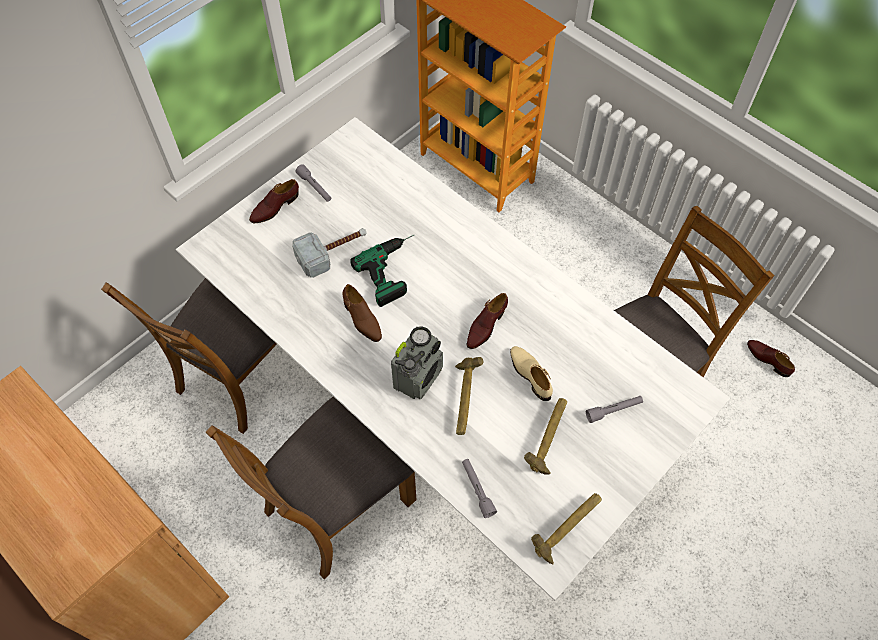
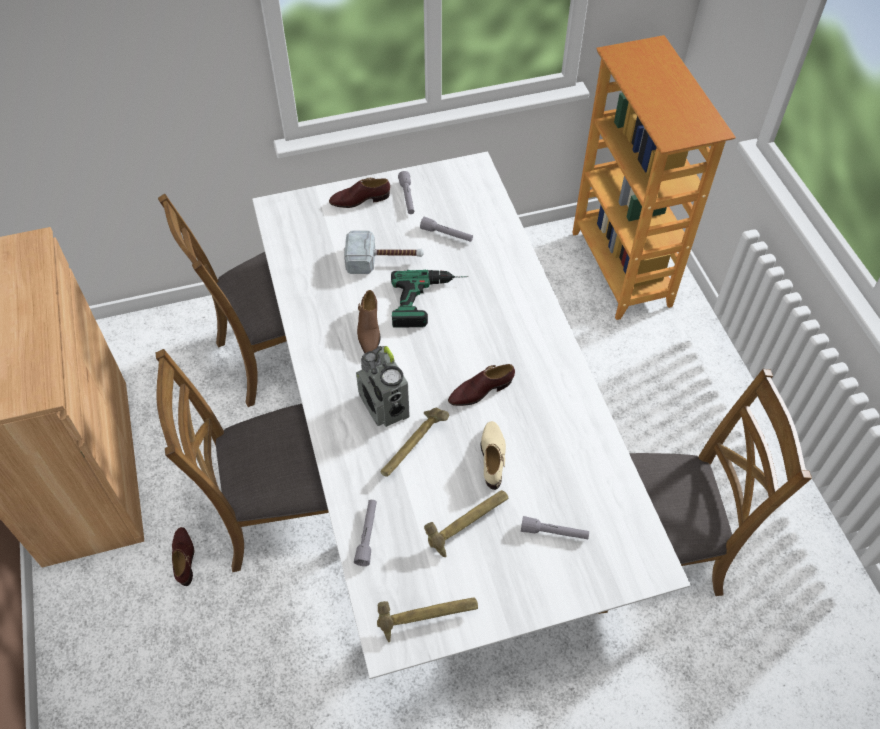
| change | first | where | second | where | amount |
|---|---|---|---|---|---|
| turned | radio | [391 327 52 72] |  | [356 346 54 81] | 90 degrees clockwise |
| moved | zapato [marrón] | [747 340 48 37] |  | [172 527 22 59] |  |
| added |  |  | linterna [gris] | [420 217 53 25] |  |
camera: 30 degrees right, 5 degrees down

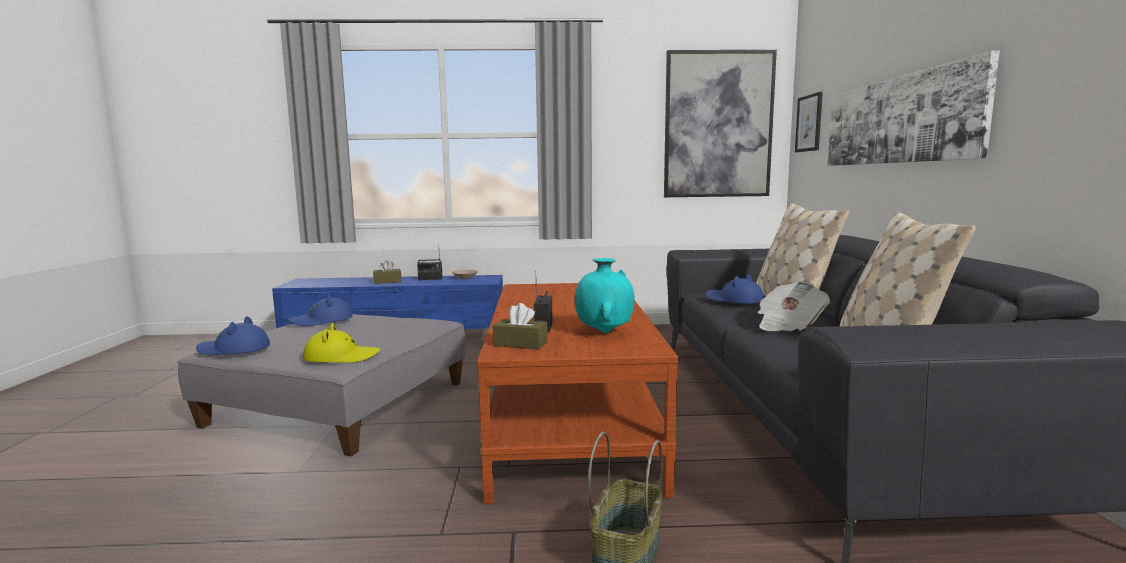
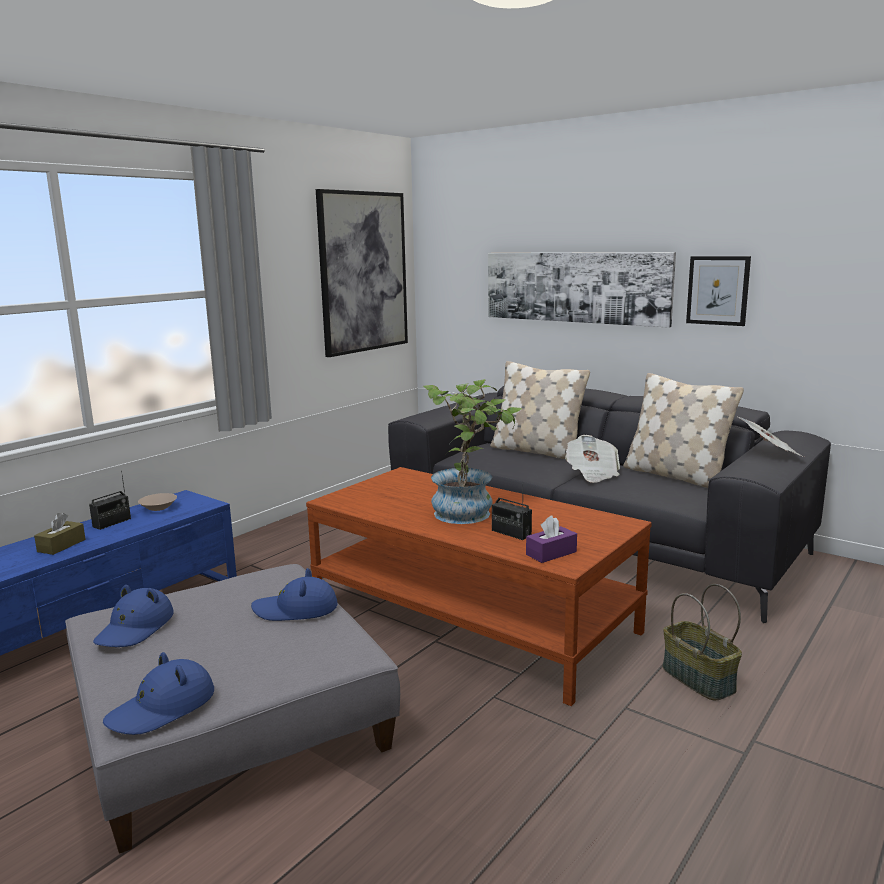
| change | first | where | second | where | amount |
|---|---|---|---|---|---|
| removed | sombrero [amarillo] | [303 323 77 40] |  |  |  |
| recoloured | caja de pañuelos [marrón] | [493 303 55 47] | caja de pañuelos [morado] | [526 515 51 48] |  |
| removed | florero [turquesa] | [575 258 60 75] |  |  |  |
| moved | sombrero [azul] | [706 274 58 30] |  | [251 568 87 53] |  |
| moved | cuadro | [795 92 28 60] |  | [686 256 65 70] |  |
| added |  |  | planta en maceta | [423 379 99 145] |  |
| added |  |  | periódico | [736 416 68 41] |  |
camera: 50 degrees left, 5 degrees up

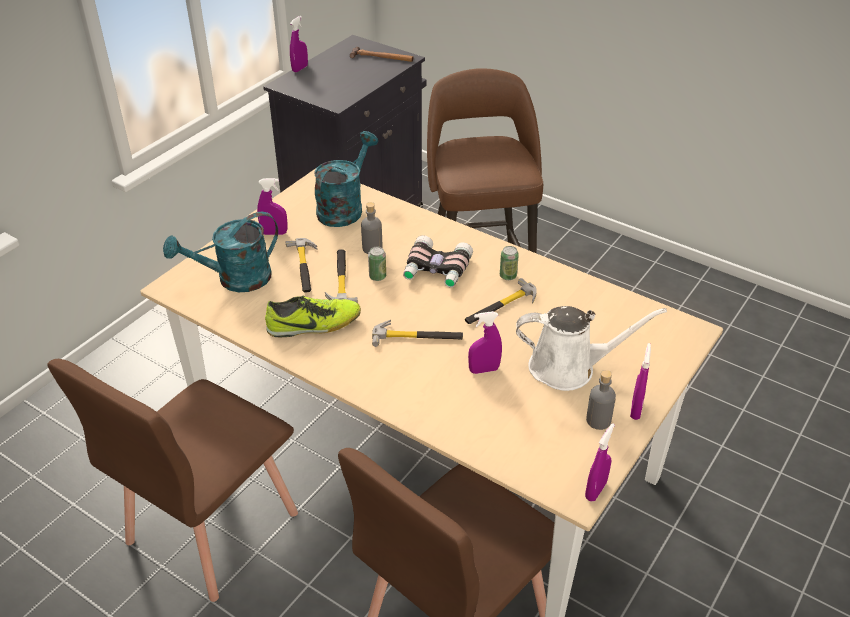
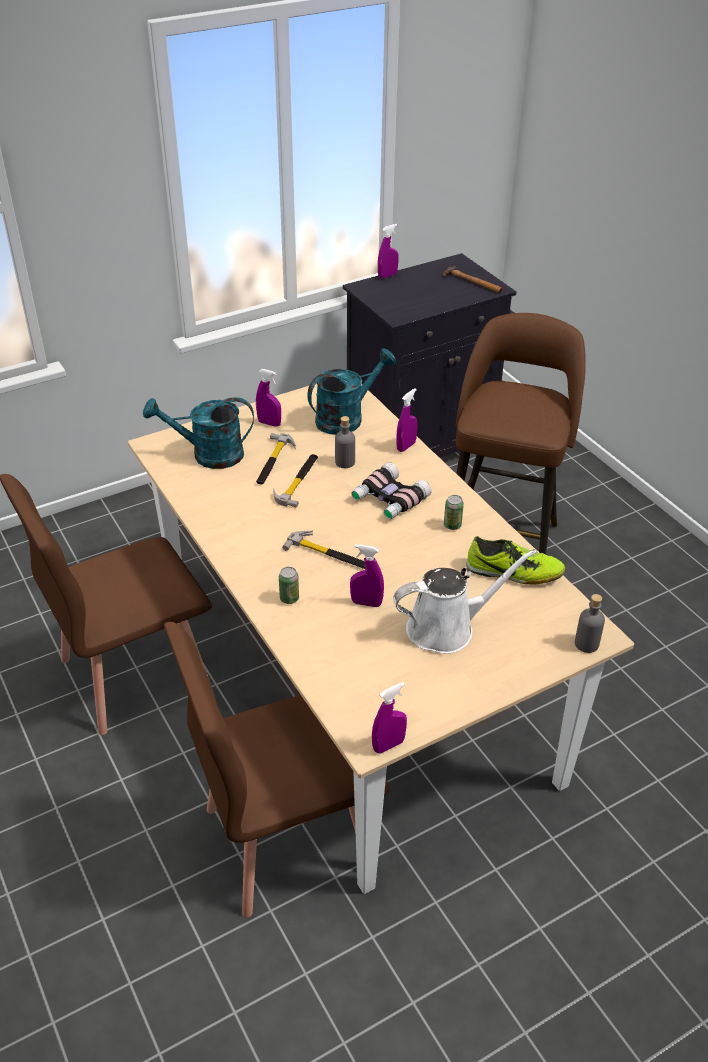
| change | first | where | second | where | amount |
|---|---|---|---|---|---|
| moved | zapato | [265 296 96 41] |  | [467 536 98 48] |  |
| moved | lata | [368 247 18 34] |  | [279 567 20 37] |  |
| removed | martillo | [465 278 72 46] |  |  |  |
| turned | regadera [blanco] | [516 306 151 85] |  | [393 549 144 105] | 45 degrees counterclockwise |
| moved | botella [gris] | [586 370 30 60] |  | [575 594 30 59] |  |
| moved | pulverizador [morado] | [630 343 21 77] |  | [396 388 22 64] |  |
camera: 25 degrees right, 0 degrees up

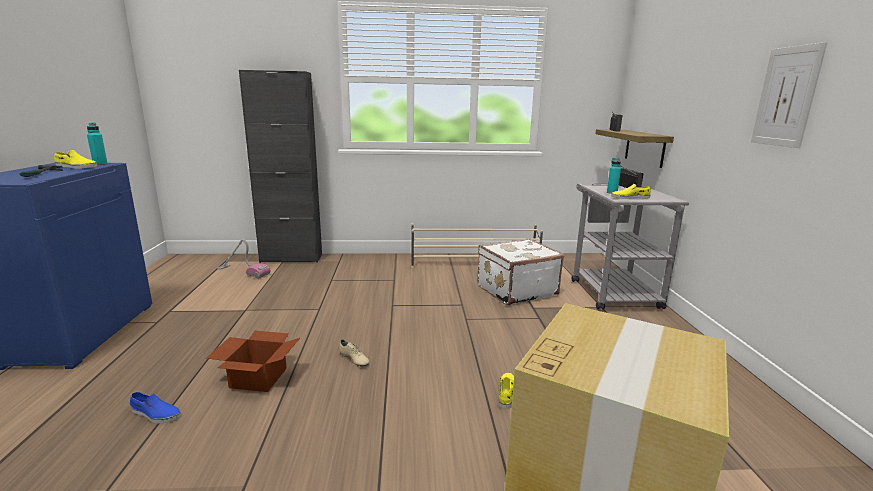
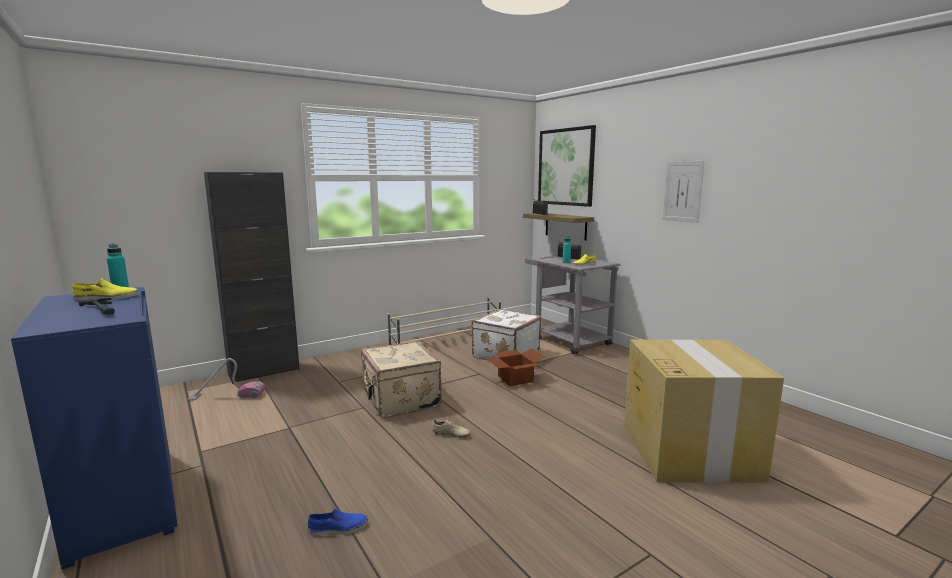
| change | first | where | second | where | amount |
|---|---|---|---|---|---|
| moved | caja de cartón | [206 331 94 61] |  | [487 348 58 38] |  |
| removed | zapato [amarillo] | [499 373 15 36] |  |  |  |
| added |  |  | maleta [beis] | [361 341 81 77] |  |
| added |  |  | cuadro | [538 125 58 82] |  |
camera: 30 degrees left, 5 degrees down

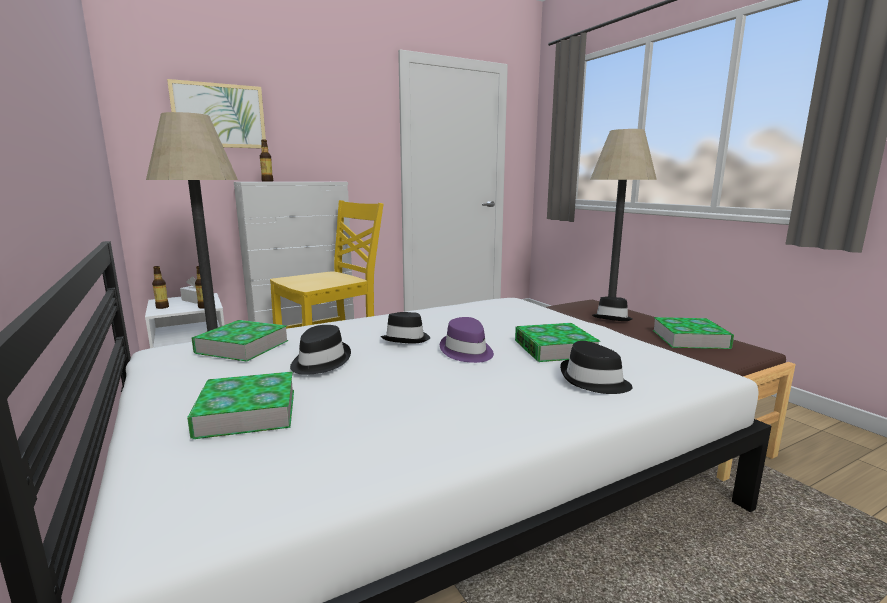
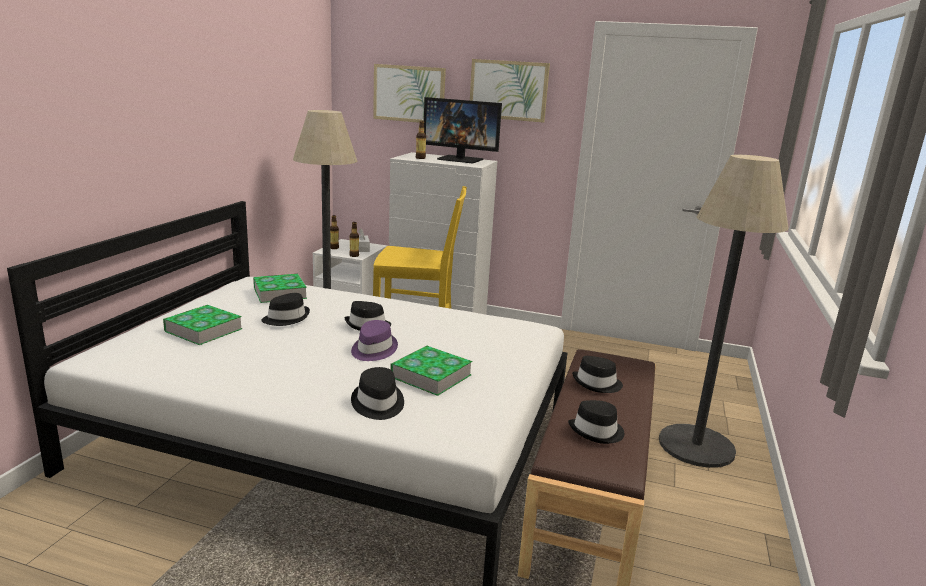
| change | first | where | second | where | amount |
|---|---|---|---|---|---|
| replaced | libro | [653 317 81 32] | sombrero [negro] | [568 400 57 44] |  |
| added |  |  | monitor | [424 97 78 66] |  |
| added |  |  | cuadro | [470 59 80 64] |  |
camera: 45 degrees right, 5 degrees up

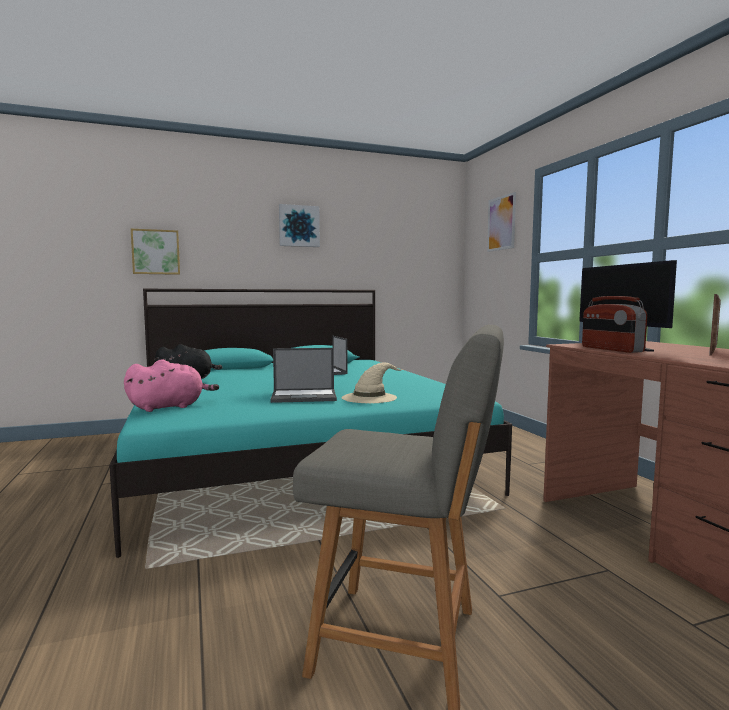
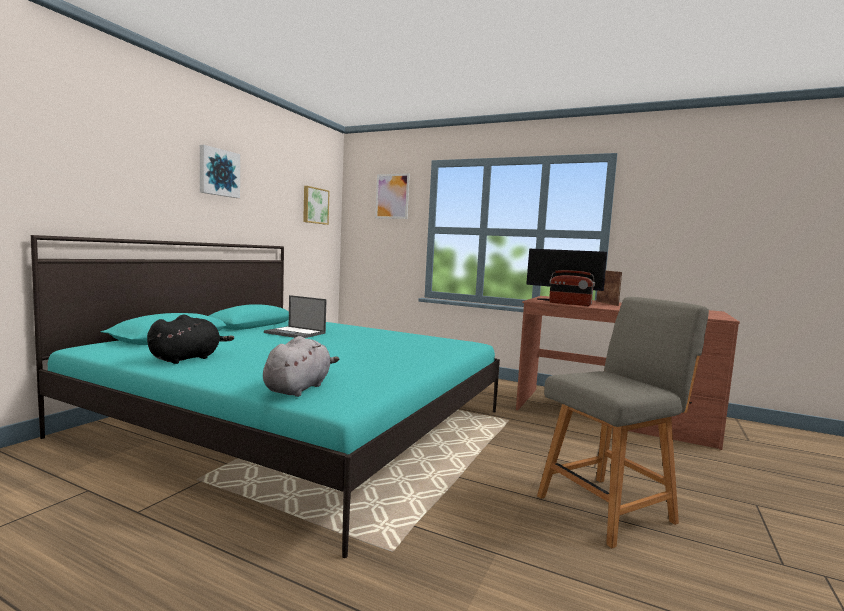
| change | first | where | second | where | amount |
|---|---|---|---|---|---|
| recoloured | peluche [rosa] | [124 360 95 52] | peluche [gris] | [263 336 76 61] |  |
| moved | cuadro | [131 229 49 46] |  | [303 186 27 39] |  |
| removed | portátil | [271 348 66 55] |  |  |  |
| removed | sombrero [beis] | [342 362 61 41] |  |  |  |
camera: 45 degrees left, 0 degrees up

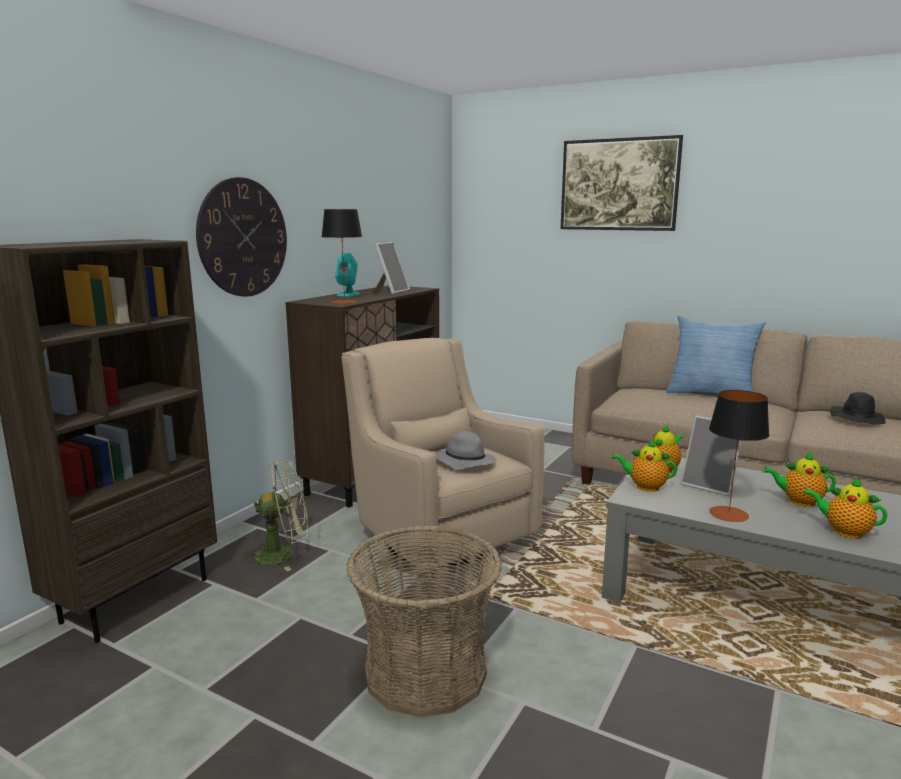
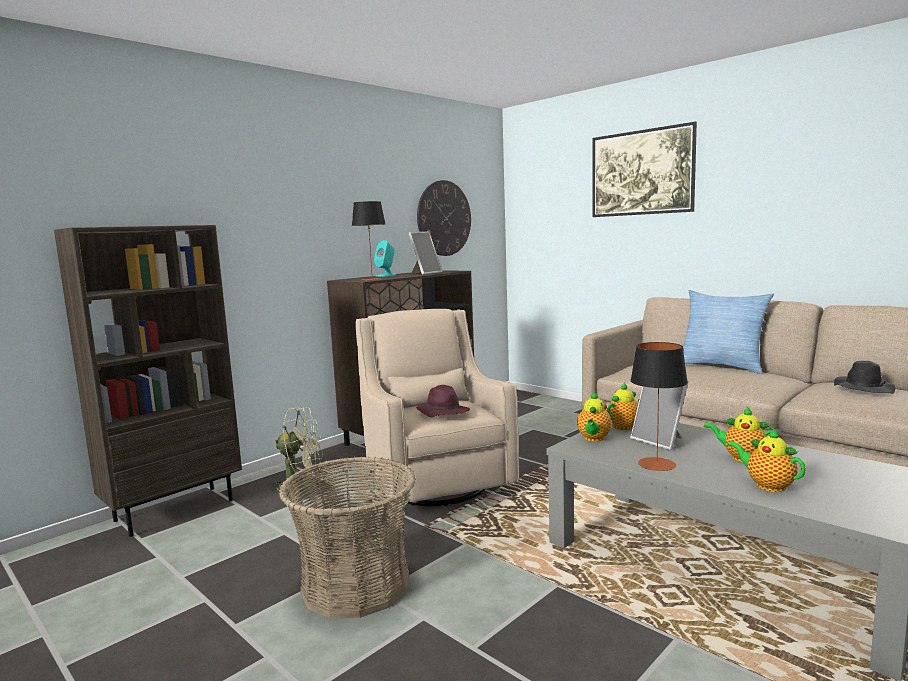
| change | first | where | second | where | amount |
|---|---|---|---|---|---|
| moved | reloj de pared | [196 177 91 120] |  | [417 180 54 76] |  |
| recoloured | sombrero [gris] | [436 431 61 39] | sombrero [morado] | [416 385 54 32] |  |
| turned | tetera | [612 439 65 53] |  | [577 392 35 50] | 105 degrees counterclockwise |
camera: 15 degrees right, 5 degrees down

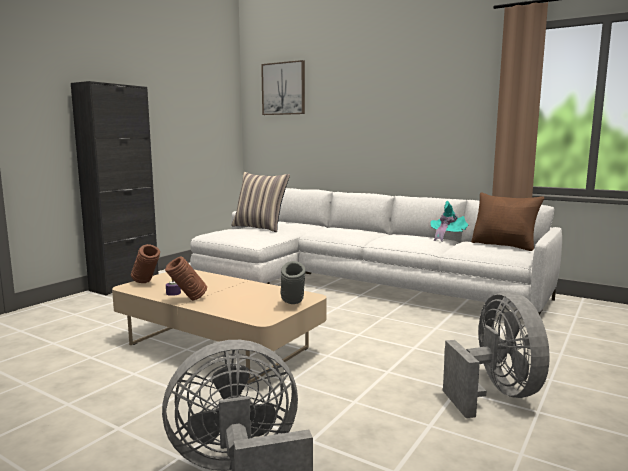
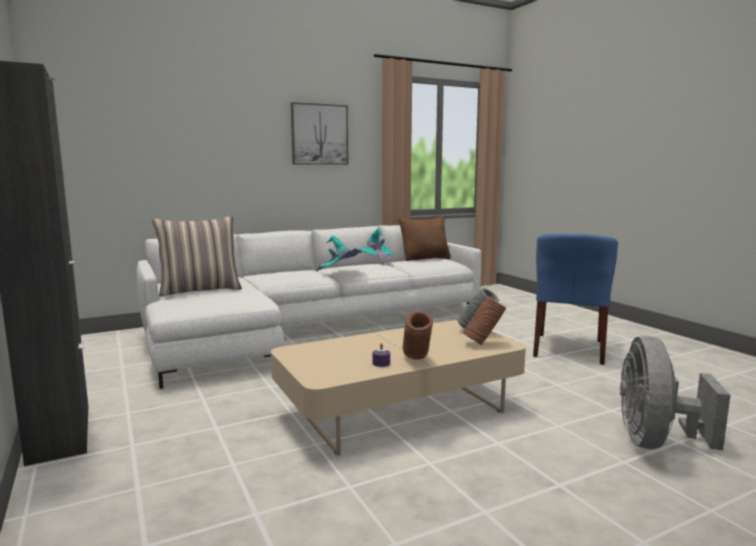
| change | first | where | second | where | amount |
|---|---|---|---|---|---|
| moved | florero [marrón] | [131 244 29 39] |  | [463 296 43 49] |  |
| moved | cuadro | [261 60 44 55] |  | [291 102 57 63] |  |
| replaced | ventilador [gris] | [443 292 107 126] | silla [azul] | [533 233 85 132] |  |
| added |  |  | sombrero [turquesa] | [316 235 48 37] |  |
camera: 60 degrees left, 0 degrees up

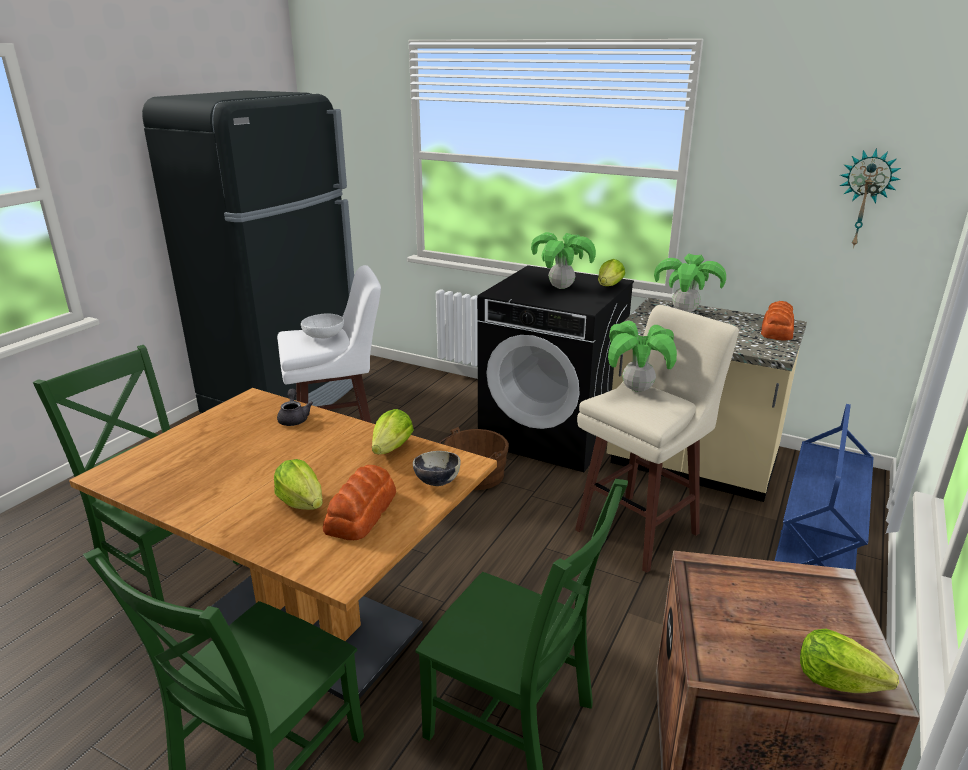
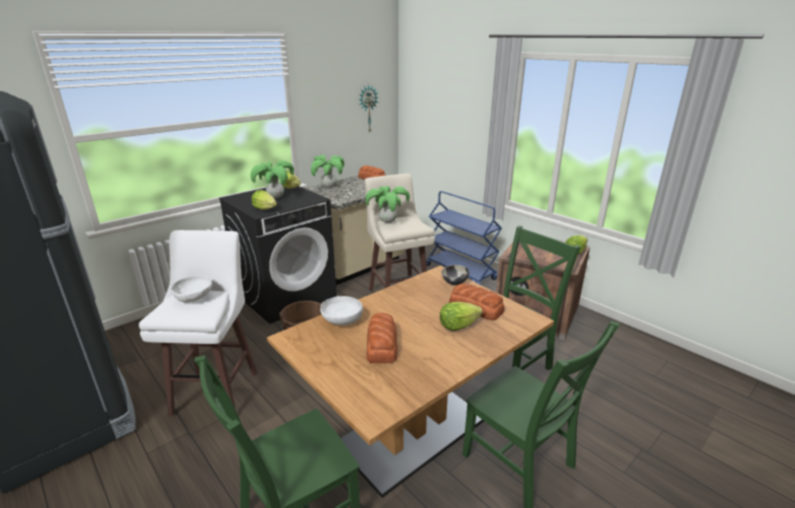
| change | first | where | second | where | amount |
|---|---|---|---|---|---|
| replaced | tetera [gris] | [277 389 36 37] | cuenco [blanco] | [320 296 43 29] |  |
| moved | lechuga | [372 409 42 45] |  | [251 190 26 20] |  |
| added |  |  | pan | [366 313 31 51] |  |
camera: 70 degrees left, 0 degrees up

